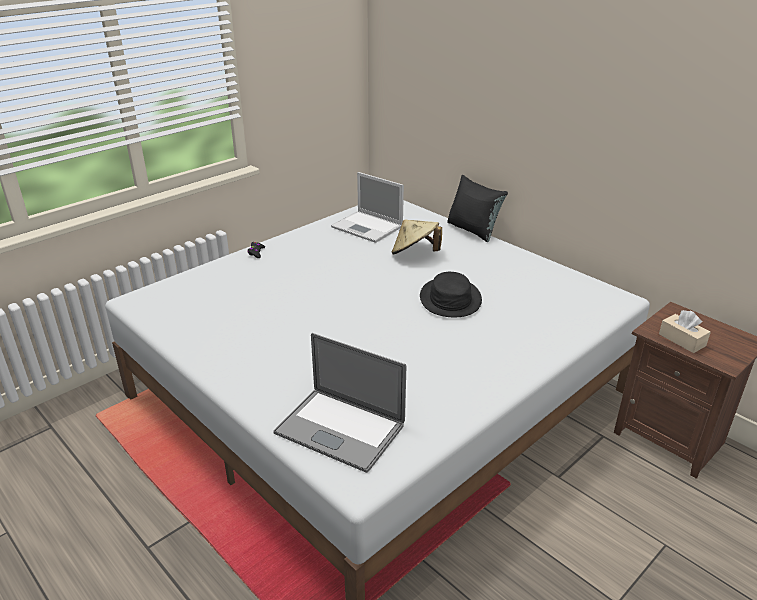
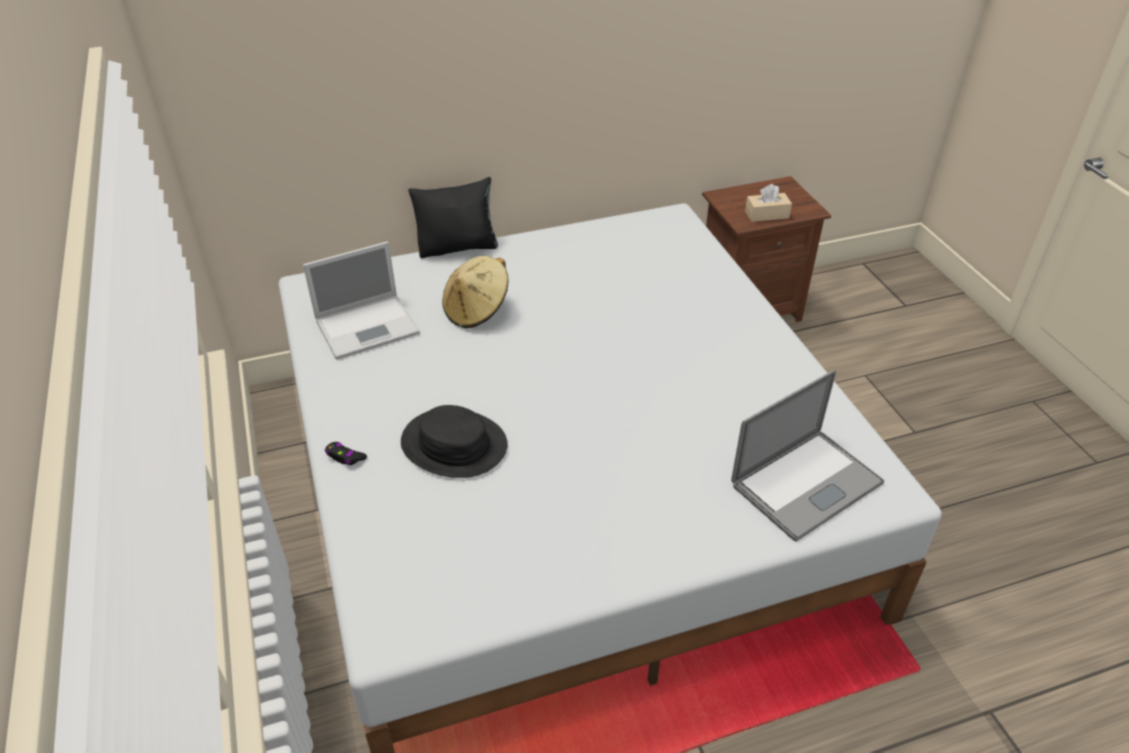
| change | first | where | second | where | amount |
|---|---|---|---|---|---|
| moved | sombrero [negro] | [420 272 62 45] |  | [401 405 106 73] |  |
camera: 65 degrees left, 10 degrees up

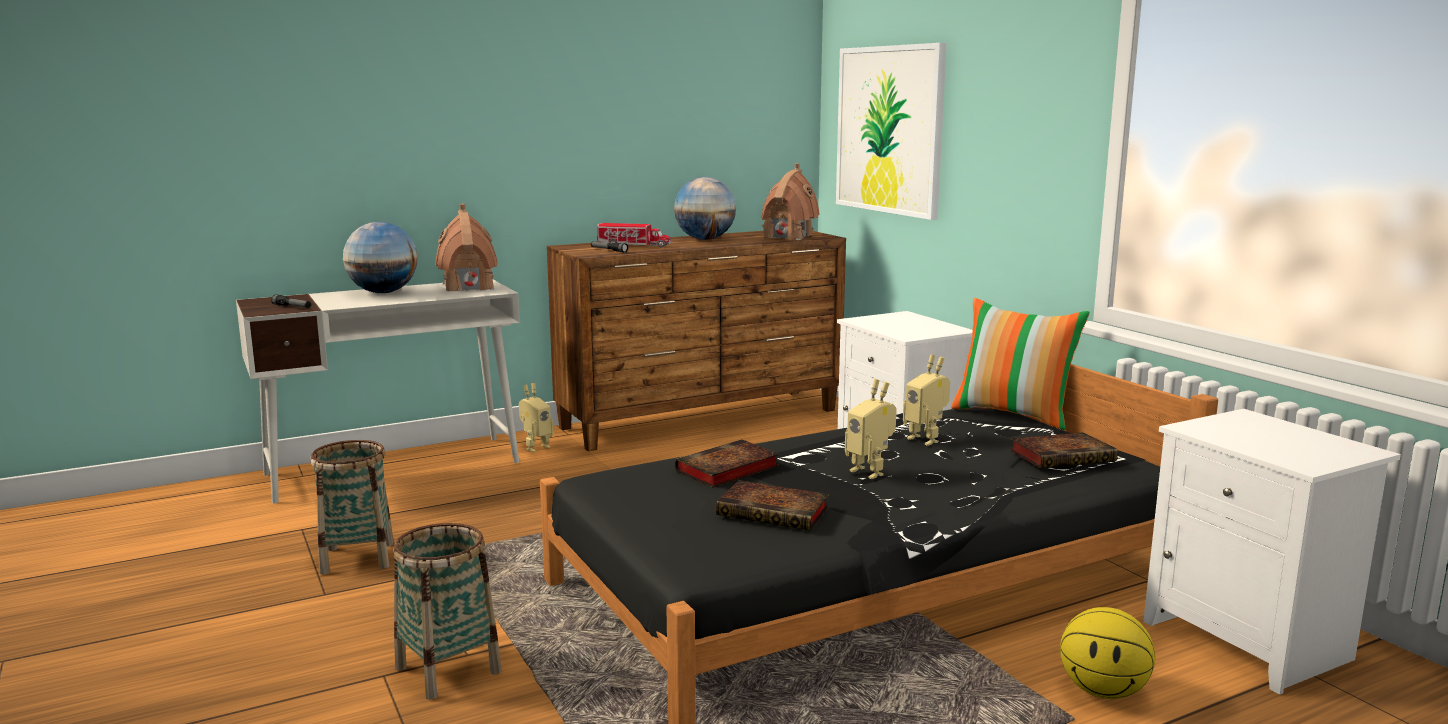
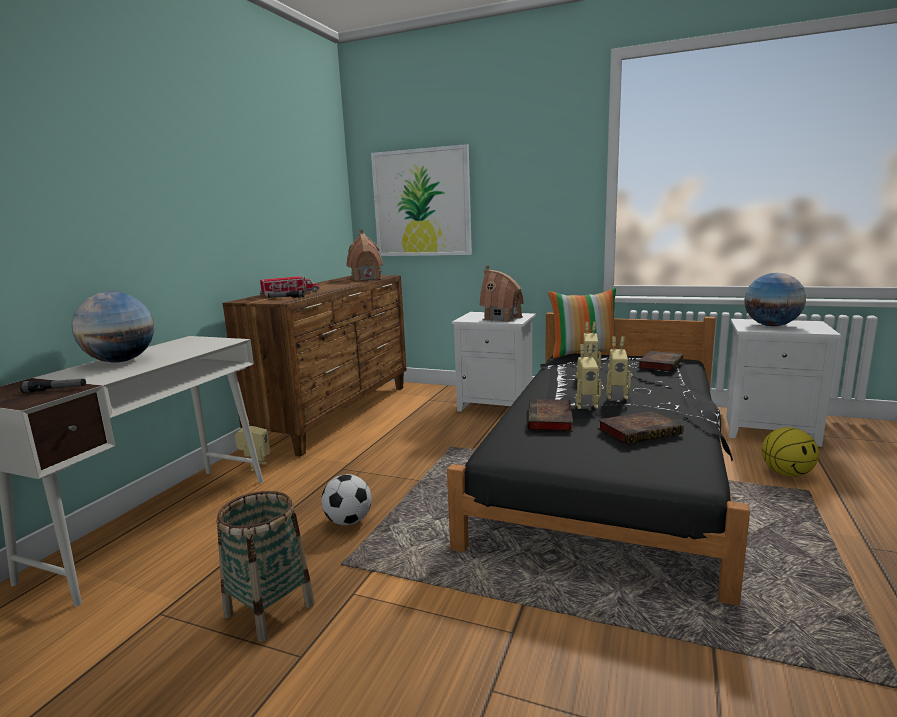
| change | first | where | second | where | amount |
|---|---|---|---|---|---|
| removed | cesta | [393 523 109 177] |  |  |  |
| moved | casita | [435 204 63 87] |  | [480 265 44 57] |  |
| moved | globo terráqueo | [674 177 62 63] |  | [744 273 62 53] |  |
| added |  |  | balón de fútbol | [321 474 51 51] |  |
| added |  |  | robot de juguete | [575 344 27 65] |  |
camera: 40 degrees left, 0 degrees up

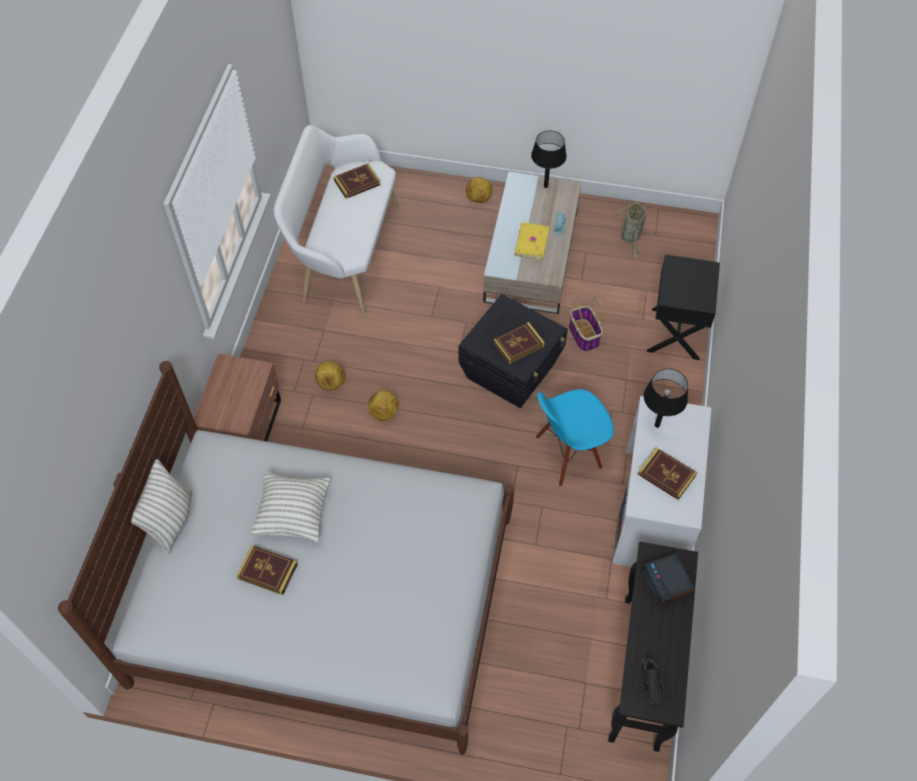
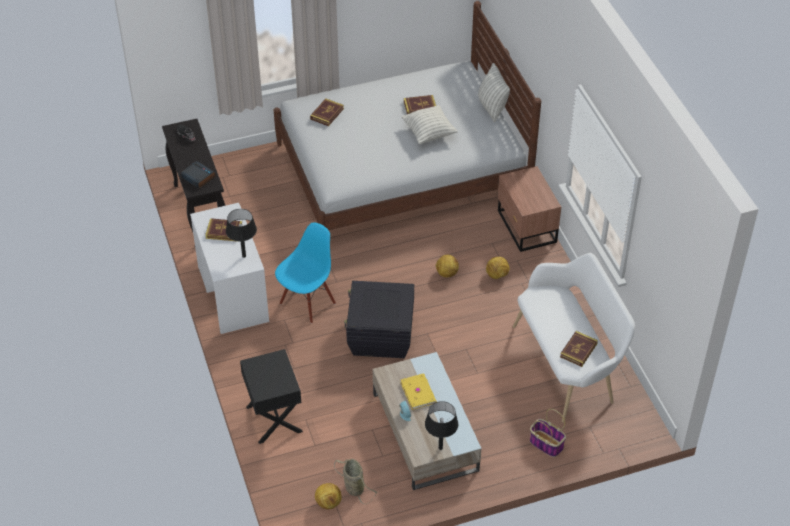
| change | first | where | second | where | amount |
|---|---|---|---|---|---|
| moved | balón de fútbol | [466 177 26 26] |  | [315 483 27 26] |  |
| moved | libro | [493 322 52 42] |  | [310 98 34 28] |  |
| moved | cesta | [569 296 36 56] |  | [530 409 36 48] |  |
camera: 150 degrees right, 10 degrees down

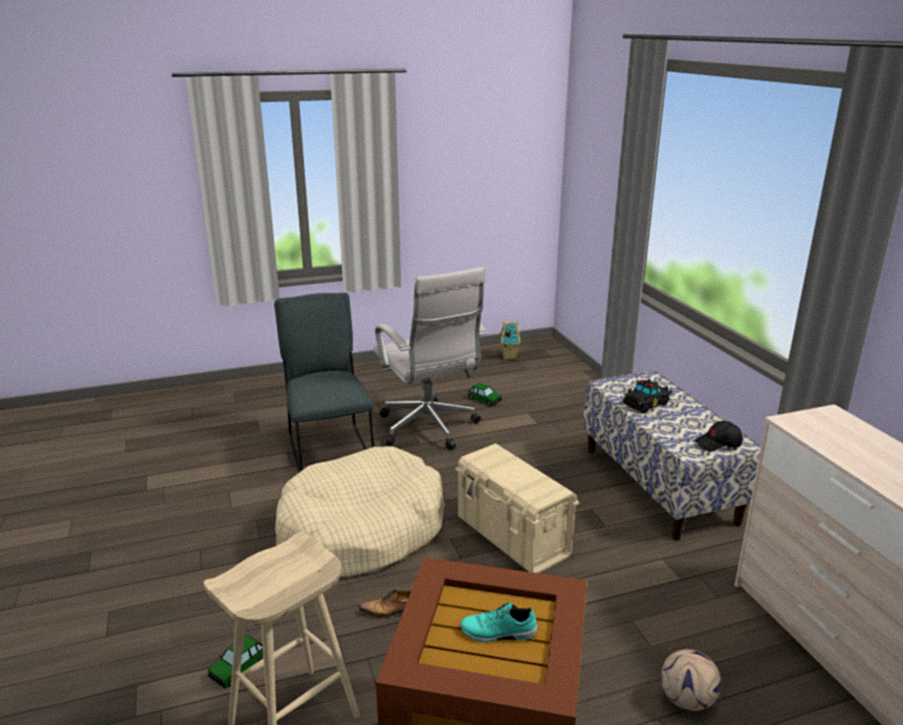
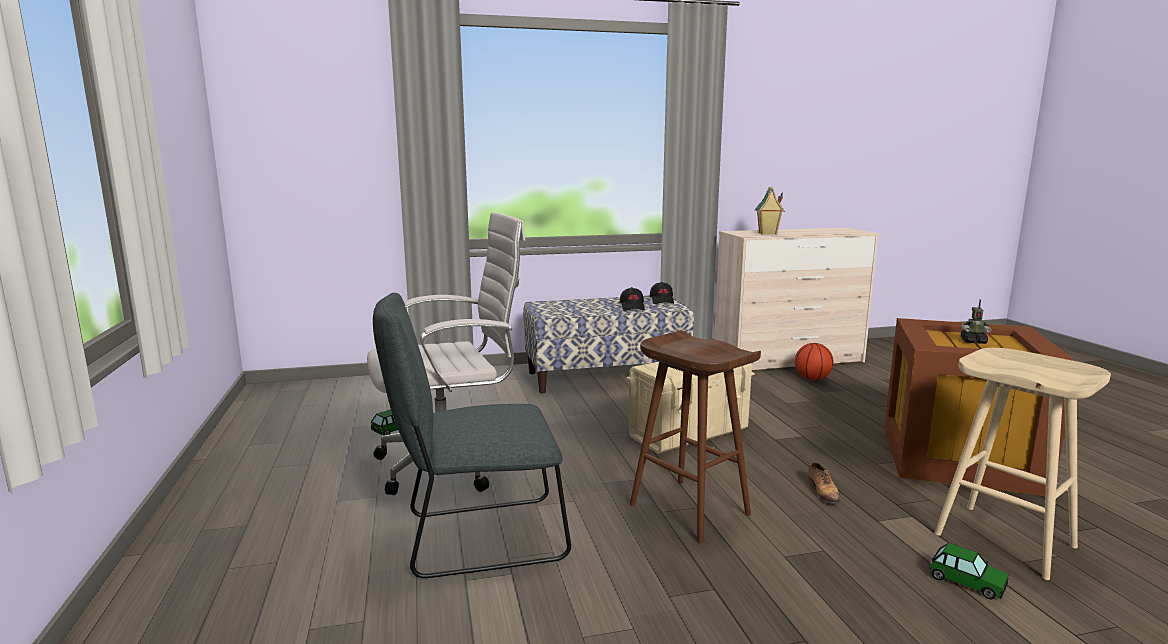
| change | first | where | second | where | amount |
|---|---|---|---|---|---|
| replaced | cama para perro [beis] | [275 446 170 131] | taburete [marrón] | [630 331 131 212] |  |
| replaced | zapato [turquesa] | [460 602 78 40] | robot de juguete | [961 299 30 45] |  |
| moved | casita | [500 322 21 38] |  | [755 187 30 48] |  |
| removed | coche de juguete [negro] | [623 379 49 34] |  |  |  |
| removed | balón de fútbol | [661 649 60 62] |  |  |  |
| added |  |  | gorra [negro] | [620 287 25 24] |  |
| added |  |  | balón de baloncesto | [795 343 39 37] |  |
camera: 85 degrees left, 10 degrees down

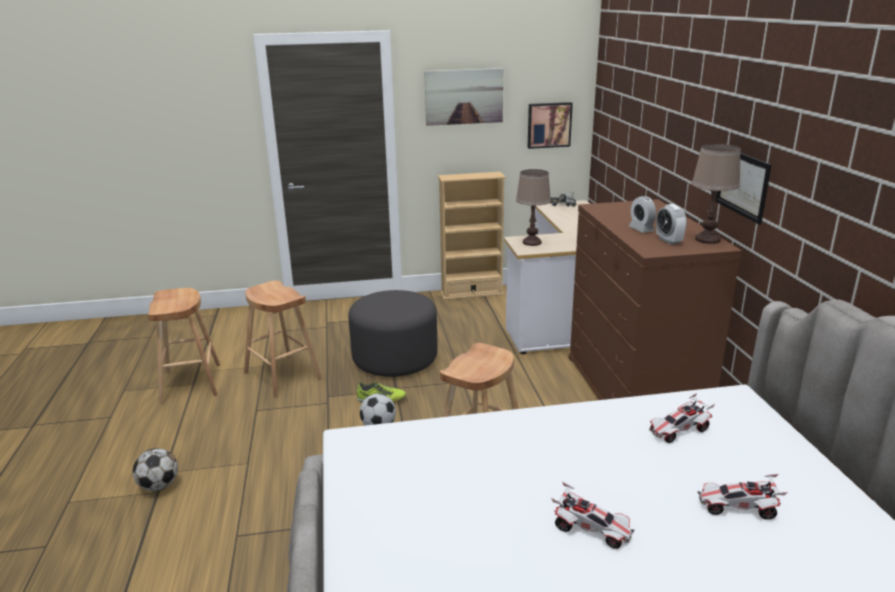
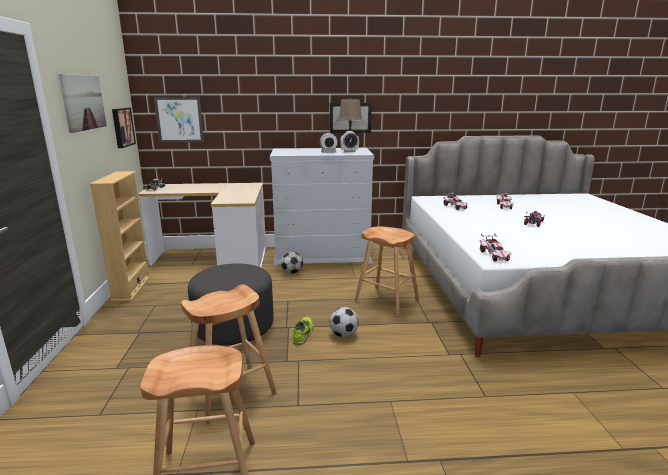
| change | first | where | second | where | amount |
|---|---|---|---|---|---|
| moved | balón de fútbol | [133 448 45 43] |  | [281 252 22 22] |  |
| removed | lámpara de mesa [marrón] | [516 169 35 77] |  |  |  |
| recoloured | cómoda [marrón] | [568 199 174 201] | cómoda [blanco] | [270 148 104 118] |  |
| added |  |  | cuadro | [154 97 50 46] |  |
| added |  |  | coche de juguete | [480 233 31 29] |  |
camera: 85 degrees left, 5 degrees down

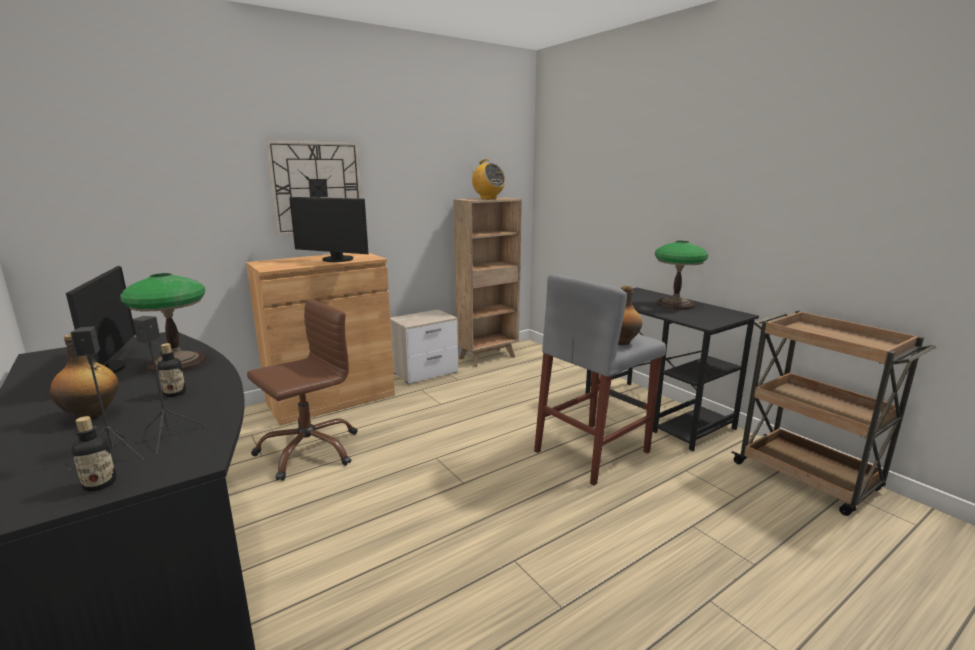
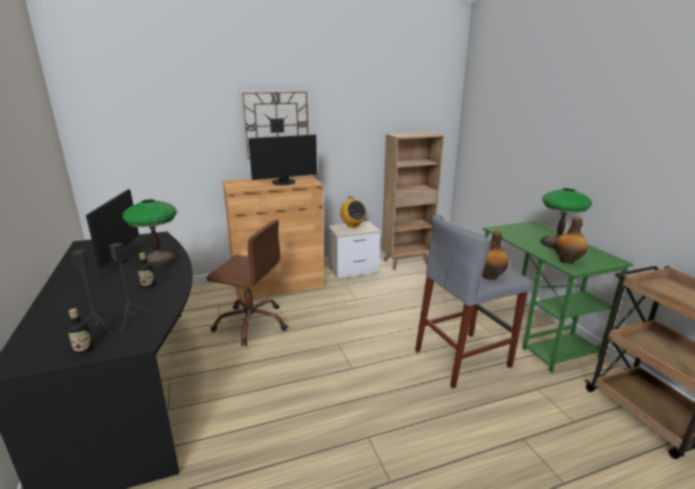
| change | first | where | second | where | amount |
|---|---|---|---|---|---|
| moved | botella | [50 334 69 86] |  | [554 217 34 47] |  |
| turned | silla de oficina [marrón] | [247 299 110 182] |  | [206 219 82 127] | 45 degrees clockwise |
| turned | monitor | [289 197 80 65] |  | [248 135 69 50] | 60 degrees counterclockwise |
| moved | radio | [470 159 35 40] |  | [340 196 26 32] |  |
| recoloured | escritorio [negro] | [586 288 173 163] | escritorio [verde] | [483 221 150 152] |  |
camera: 15 degrees right, 5 degrees up

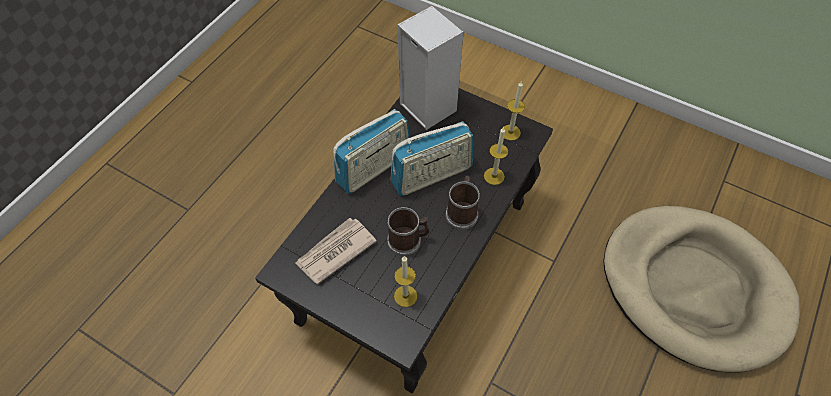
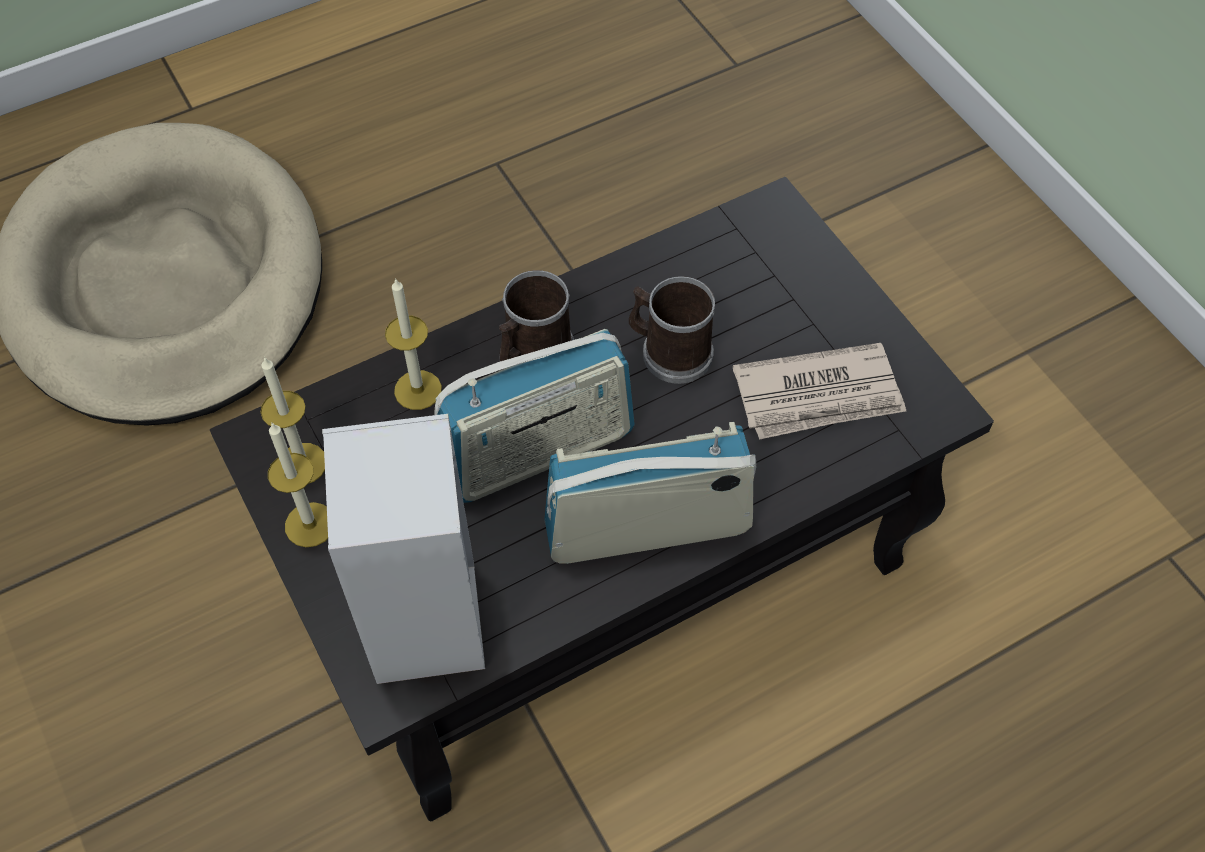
| change | first | where | second | where | amount |
|---|---|---|---|---|---|
| turned | radio | [390 121 83 75] |  | [434 329 201 174] | 150 degrees clockwise |
| moved | vela | [394 256 23 51] |  | [268 422 60 125] |  |
camera: 150 degrees left, 0 degrees up

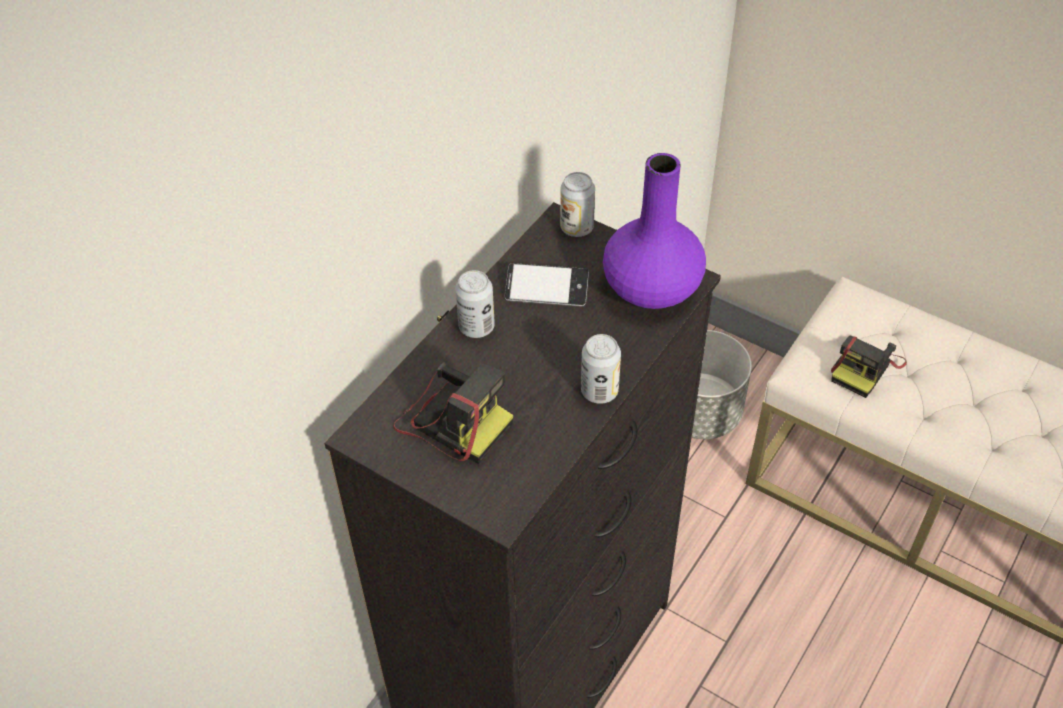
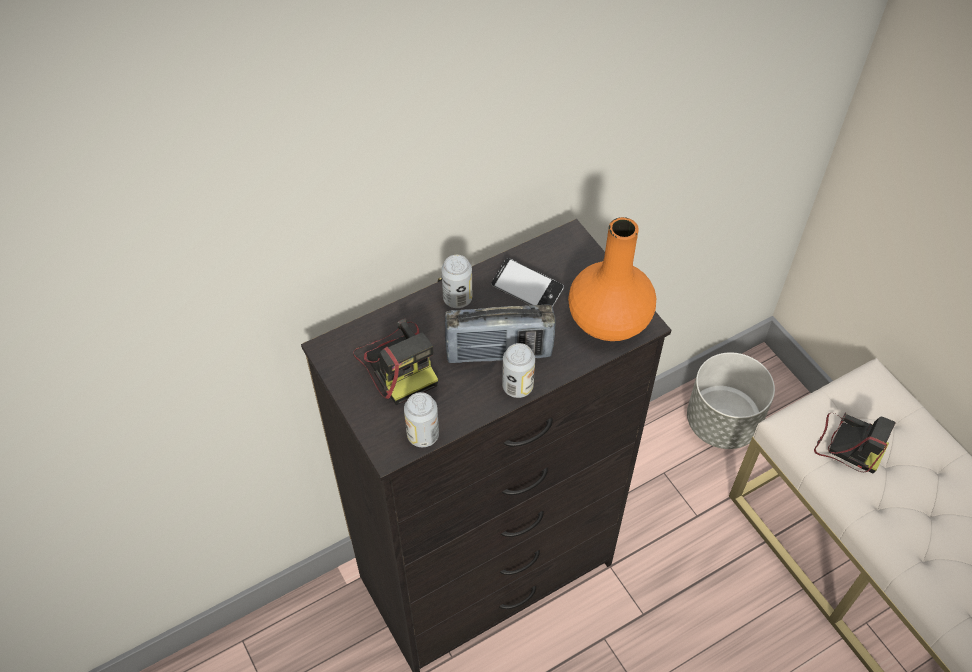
| change | first | where | second | where | amount |
|---|---|---|---|---|---|
| moved | lata | [560 172 35 65] |  | [404 392 35 55] |  |
| recoloured | florero [morado] | [603 153 103 156] | florero [naranja] | [568 217 88 124] |  |
| turned | cámara | [831 336 76 62] |  | [814 412 81 62] | 120 degrees counterclockwise |
| added |  |  | radio | [445 304 111 59] |  |
camera: 25 degrees right, 5 degrees up

